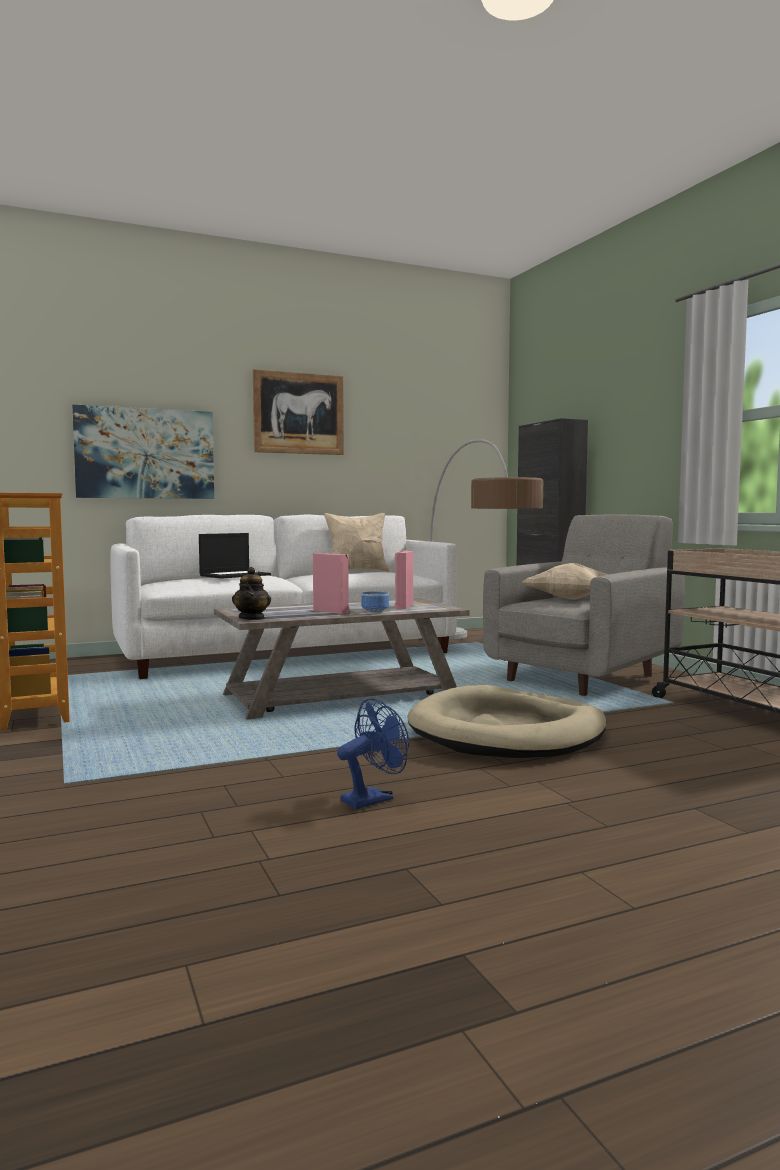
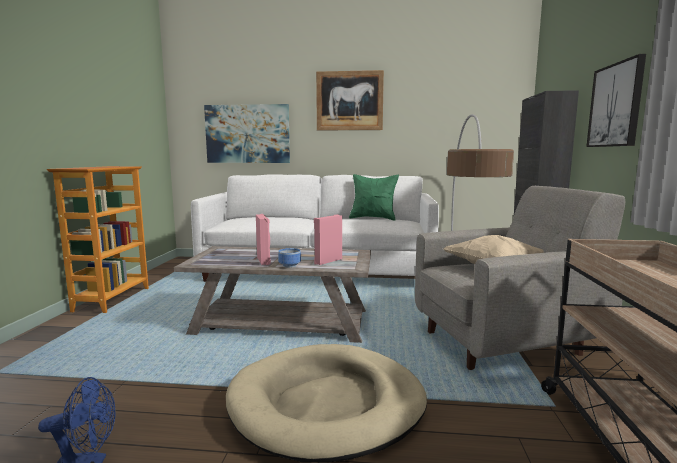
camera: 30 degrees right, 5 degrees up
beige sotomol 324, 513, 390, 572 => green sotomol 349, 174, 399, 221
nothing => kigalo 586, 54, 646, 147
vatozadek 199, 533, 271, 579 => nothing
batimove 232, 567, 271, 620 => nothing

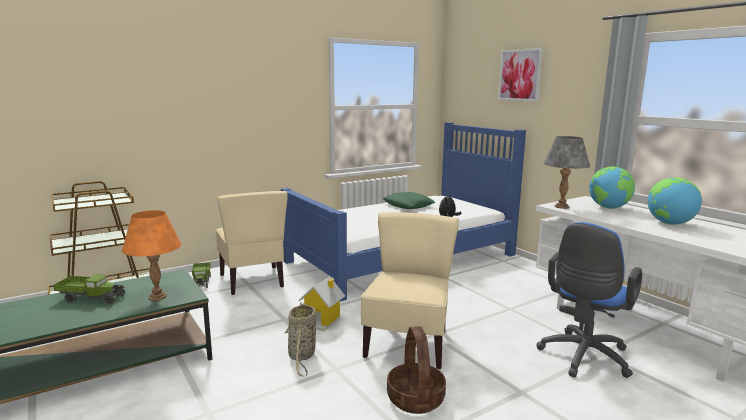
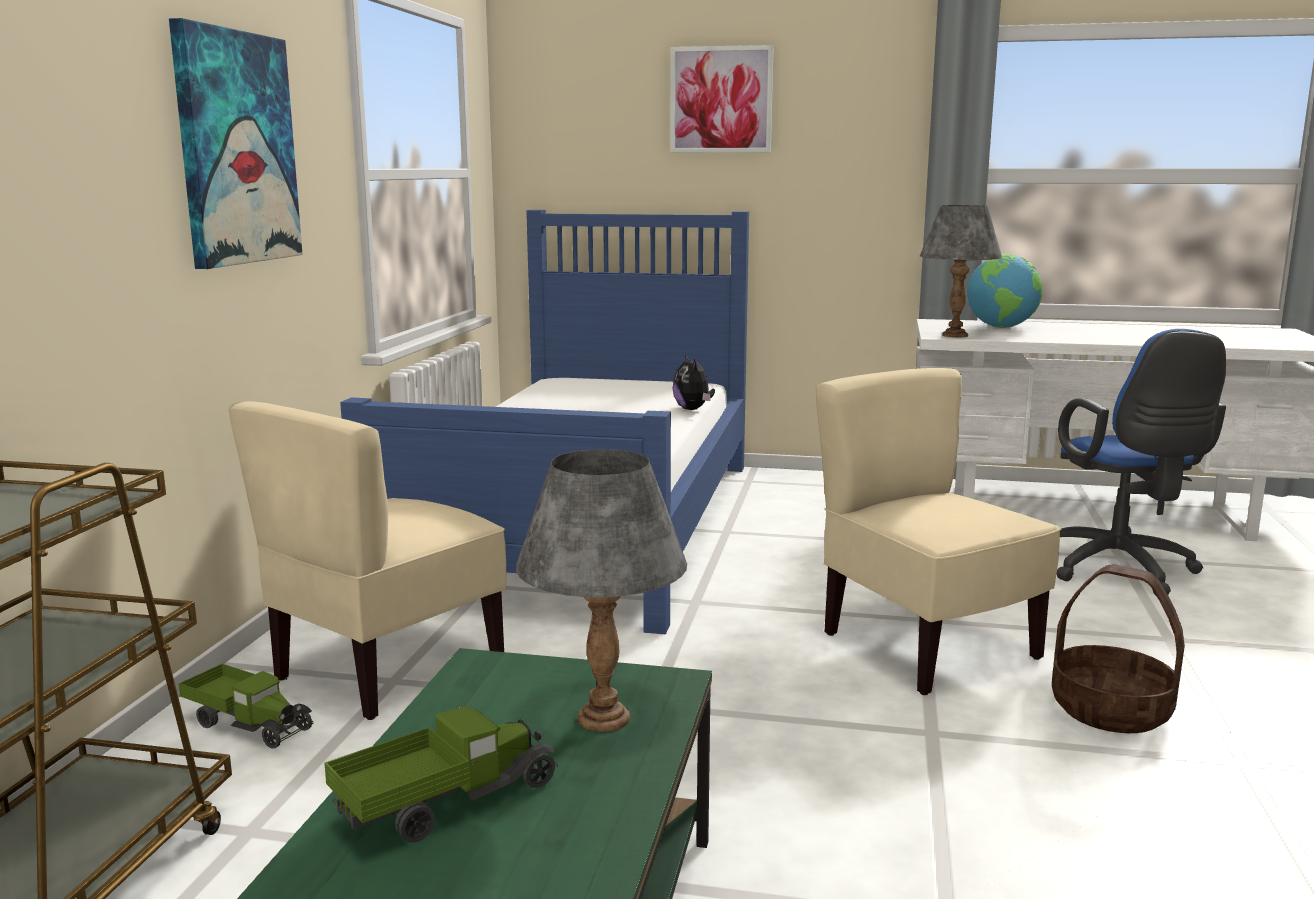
camera: 45 degrees left, 0 degrees up
nothing => kigalo 169, 18, 303, 269
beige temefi 216, 191, 288, 295 => beige temefi 228, 401, 506, 720, 105 degrees clockwise
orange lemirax 122, 210, 181, 301 => grey lemirax 516, 449, 687, 732
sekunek 283, 302, 316, 376 => nothing
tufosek 298, 276, 345, 331 => nothing
green sotomol 383, 192, 436, 209 => nothing
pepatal 647, 177, 702, 225 => nothing

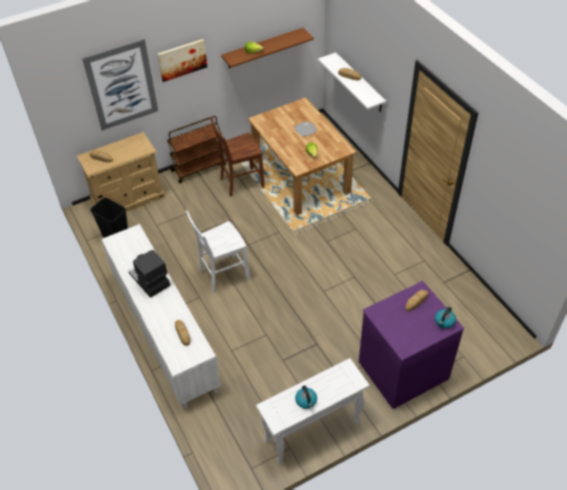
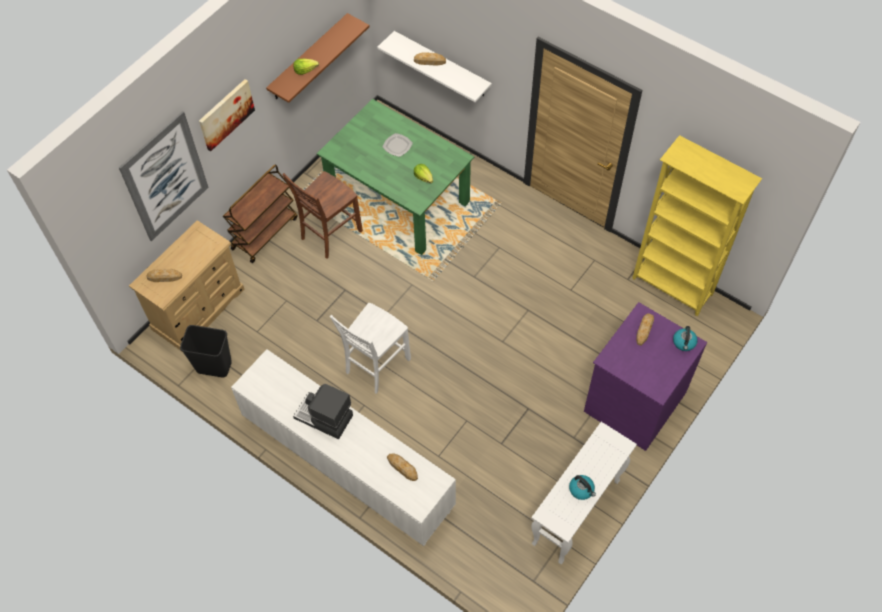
camera: 25 degrees left, 10 degrees up
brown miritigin 248, 97, 357, 215 => green miritigin 317, 99, 474, 255
nothing => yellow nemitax 632, 135, 762, 316

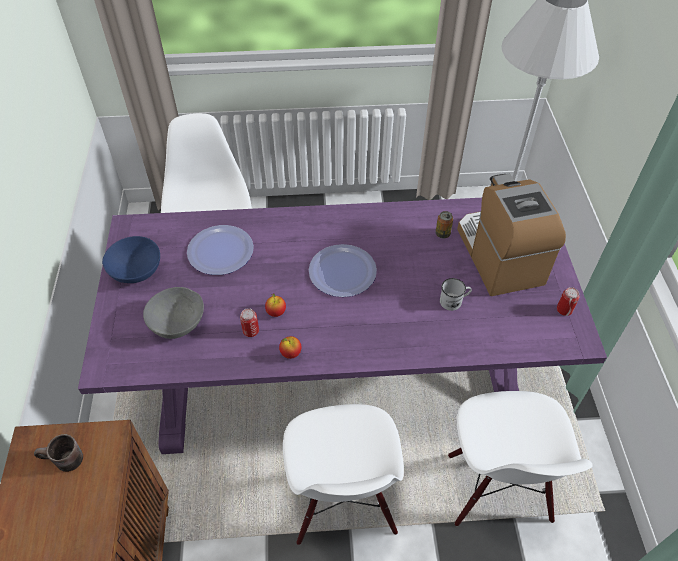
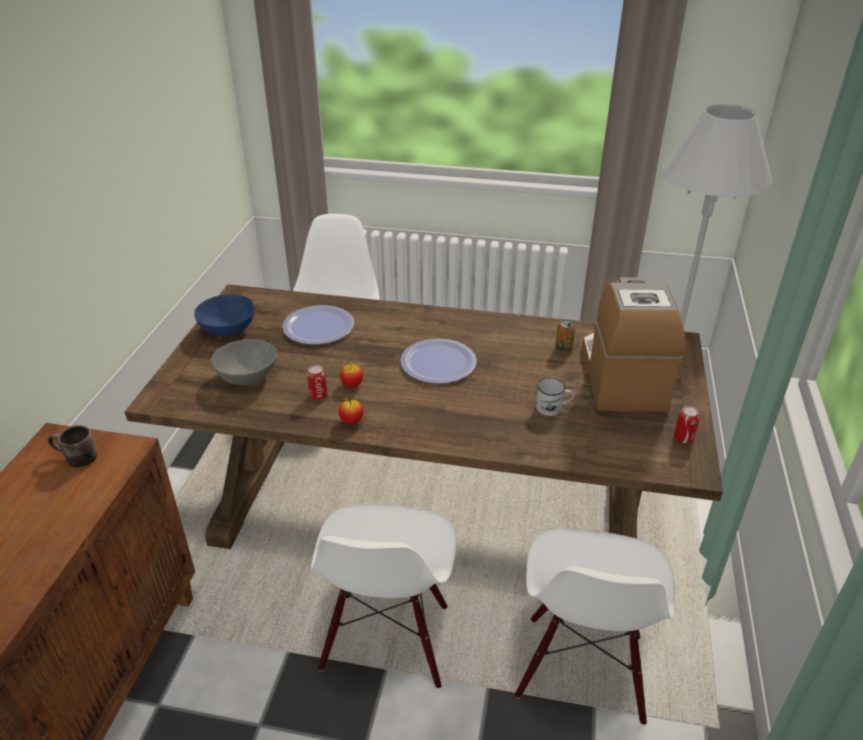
camera: 15 degrees right, 15 degrees down
purple miritigin 78, 198, 607, 454 => brown miritigin 125, 284, 723, 549

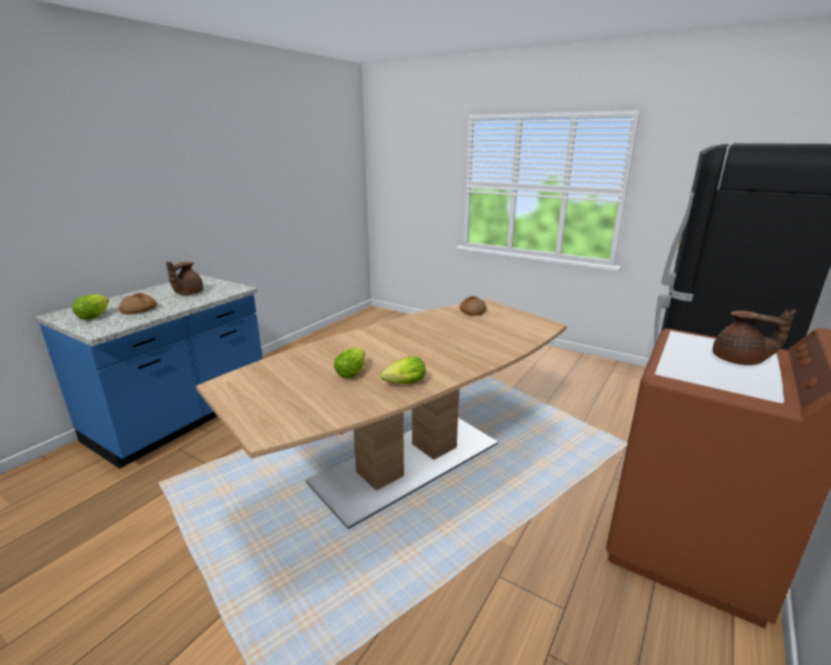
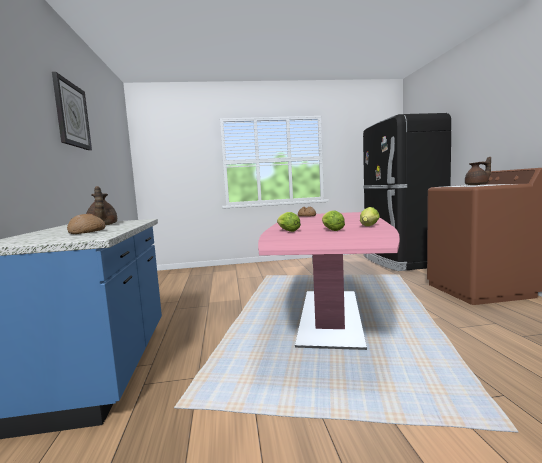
camera: 40 degrees left, 15 degrees down
nothing => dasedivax 52, 72, 92, 150
brown miritigin 196, 299, 567, 529 => pink miritigin 258, 212, 400, 350
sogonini 72, 294, 109, 320 => sogonini 277, 212, 301, 232, relocated

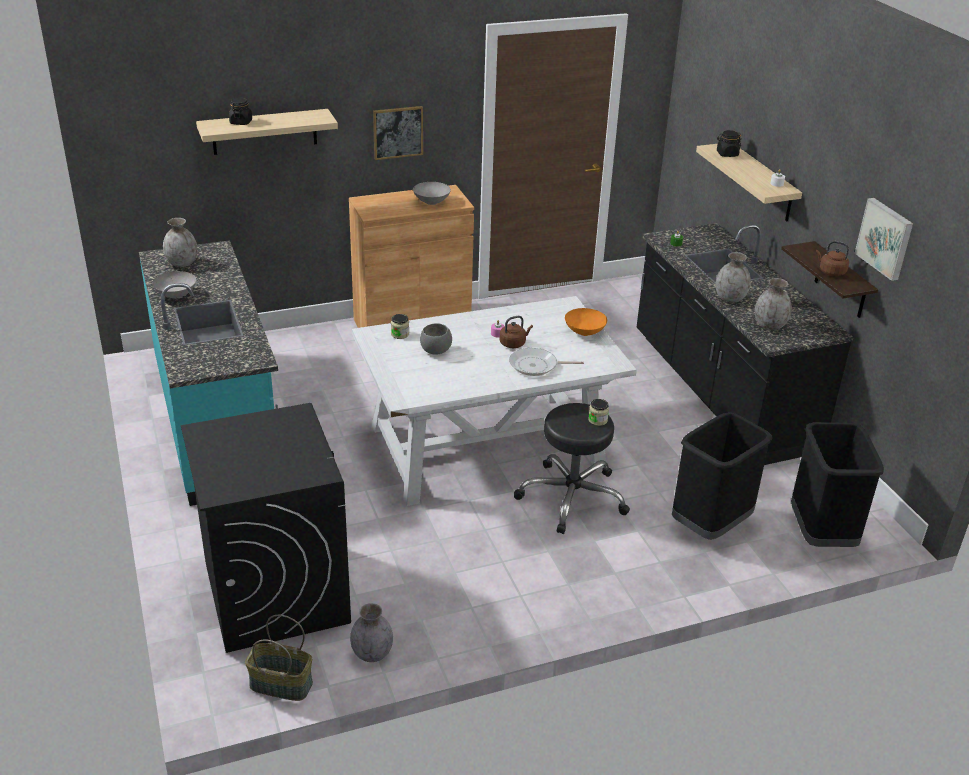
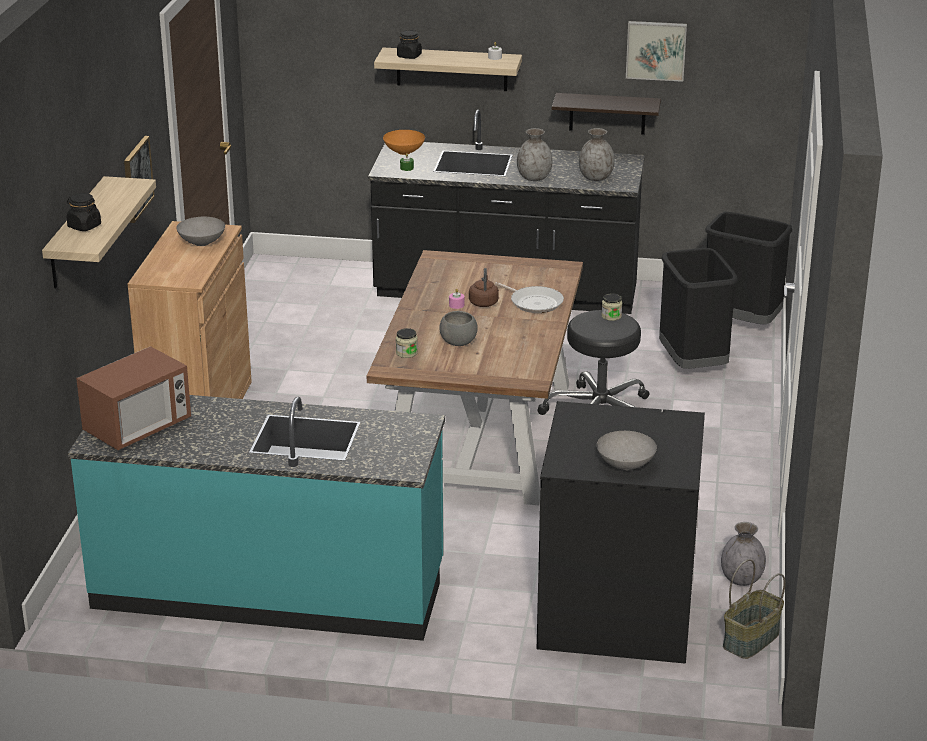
camera: 60 degrees left, 5 degrees down
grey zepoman 163, 218, 198, 267 => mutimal 76, 346, 191, 450
white miritigin 352, 296, 637, 506 => brown miritigin 367, 250, 583, 506
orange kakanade 565, 308, 607, 336 => orange kakanade 383, 130, 425, 155, relocated
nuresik 509, 348, 584, 376 => nuresik 495, 282, 564, 313, 75 degrees counterclockwise
grey kakanade 152, 271, 196, 299 => grey kakanade 597, 431, 657, 470, relocated
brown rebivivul 816, 241, 849, 276 => nothing

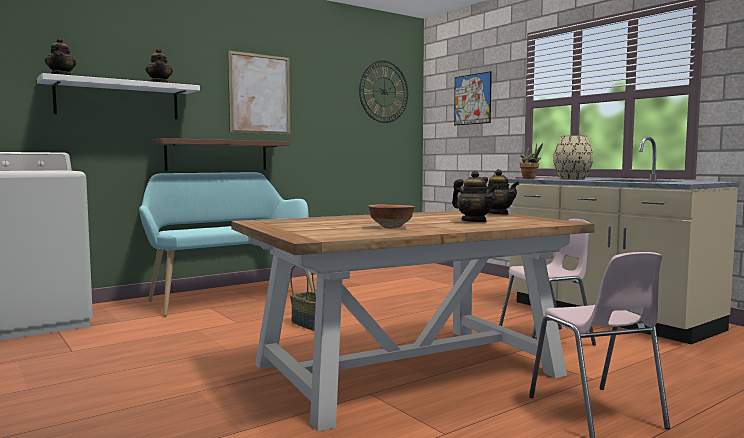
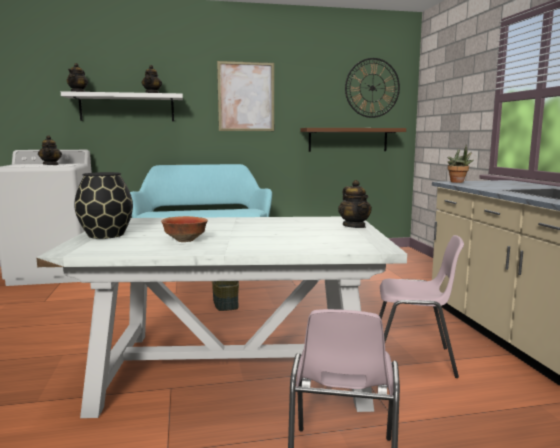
camera: 25 degrees right, 5 degrees up
brown miritigin 231, 210, 595, 432 => white miritigin 36, 217, 407, 418
batimove 452, 170, 498, 222 => batimove 38, 135, 62, 165, relocated
nothing => black zepoman 74, 172, 133, 239
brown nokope 152, 138, 290, 171 => brown nokope 300, 128, 406, 152, relocated
kigalo 454, 71, 492, 125 => nothing
beige zepoman 553, 135, 593, 179 => nothing

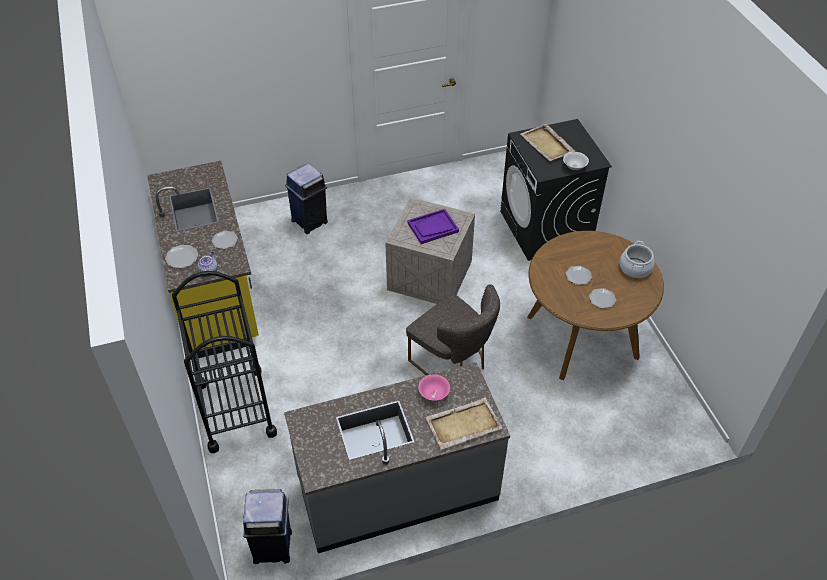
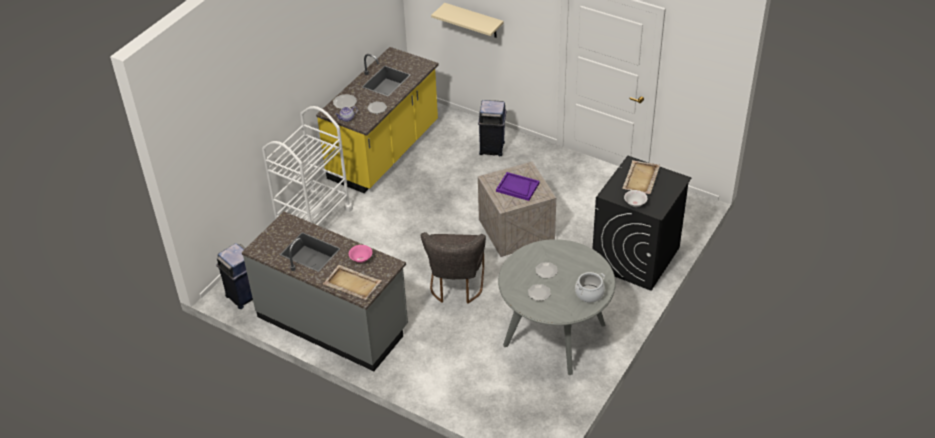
camera: 50 degrees right, 5 degrees down
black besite 172, 271, 277, 453 => white besite 262, 106, 353, 225
nothing => beige nokope 431, 3, 503, 38
brown miritigin 527, 231, 664, 380 => grey miritigin 498, 239, 616, 375

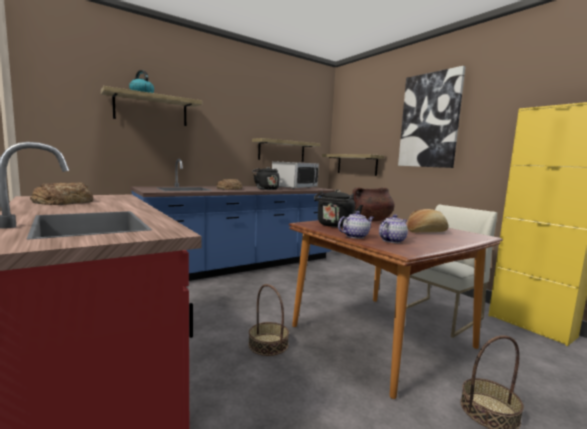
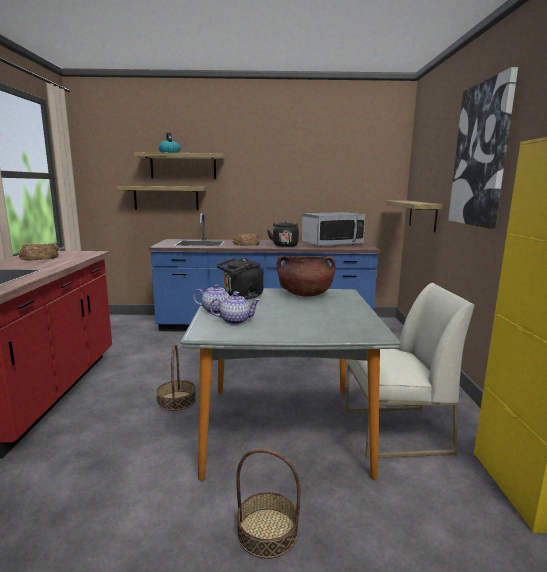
camera: 35 degrees right, 5 degrees up
nokope 252, 138, 321, 162 => nokope 117, 186, 207, 210, relocated
brown miritigin 289, 216, 503, 399 => grey miritigin 180, 288, 401, 480
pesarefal 407, 209, 449, 233 => nothing

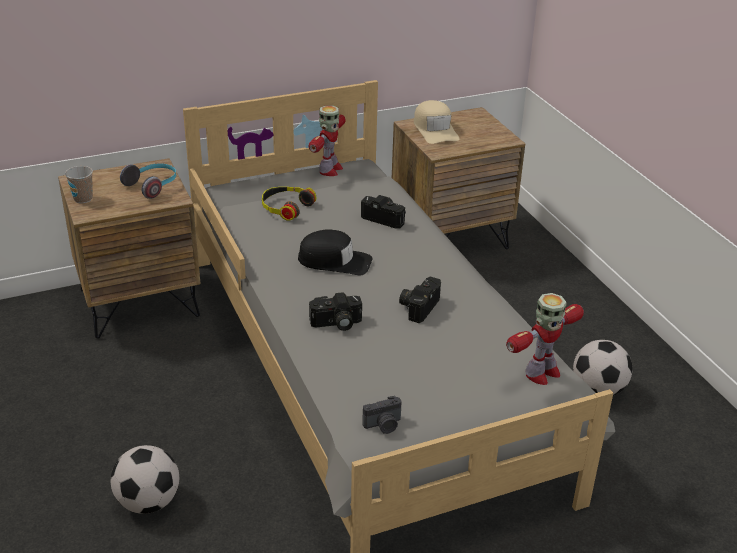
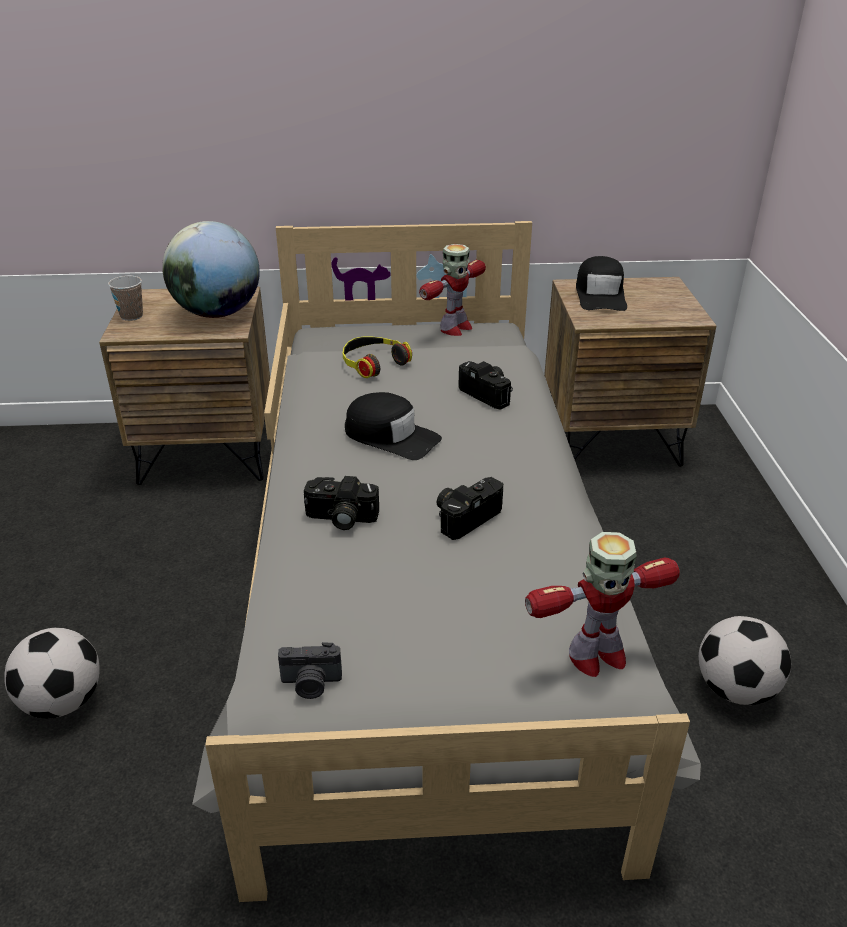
camera: 20 degrees right, 0 degrees up
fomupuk 120, 163, 176, 199 => pepatal 162, 221, 260, 318
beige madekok 414, 100, 460, 144 => black madekok 576, 256, 627, 311

